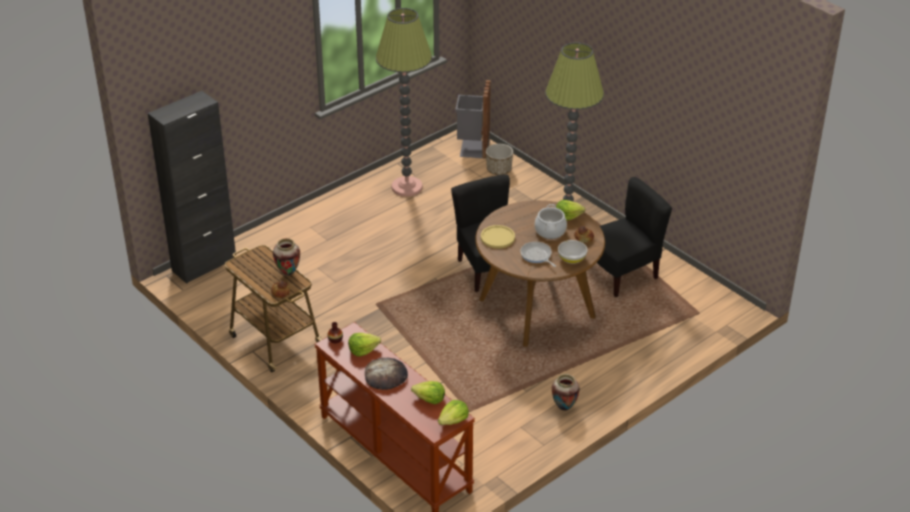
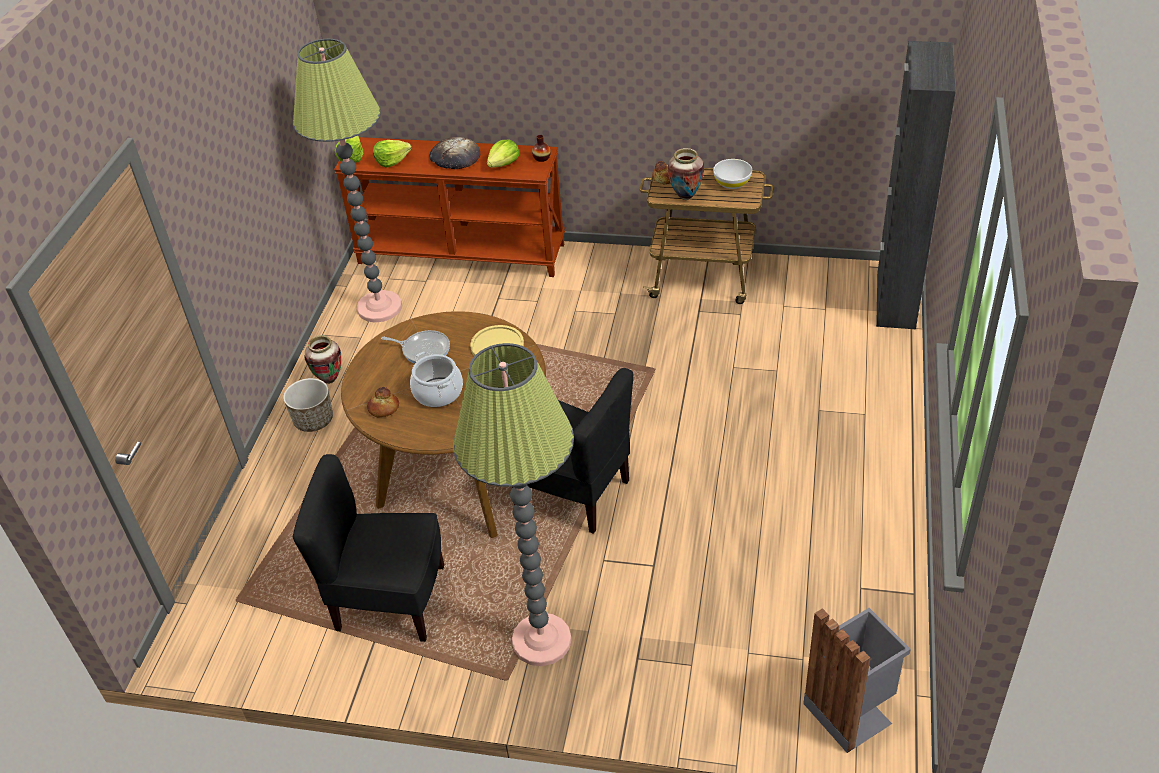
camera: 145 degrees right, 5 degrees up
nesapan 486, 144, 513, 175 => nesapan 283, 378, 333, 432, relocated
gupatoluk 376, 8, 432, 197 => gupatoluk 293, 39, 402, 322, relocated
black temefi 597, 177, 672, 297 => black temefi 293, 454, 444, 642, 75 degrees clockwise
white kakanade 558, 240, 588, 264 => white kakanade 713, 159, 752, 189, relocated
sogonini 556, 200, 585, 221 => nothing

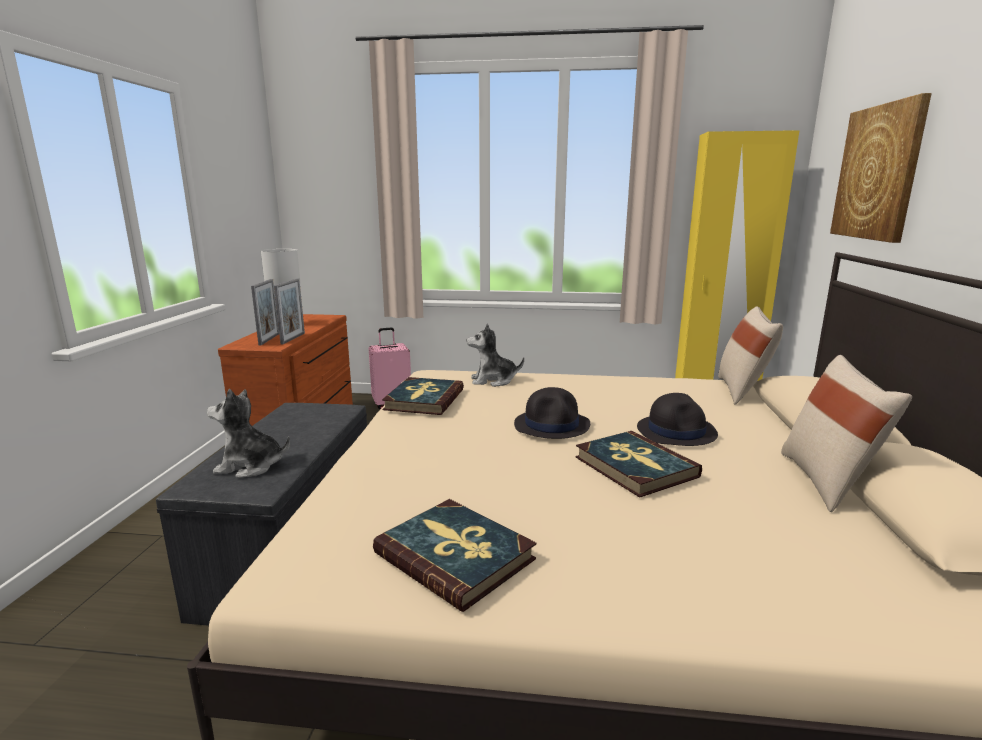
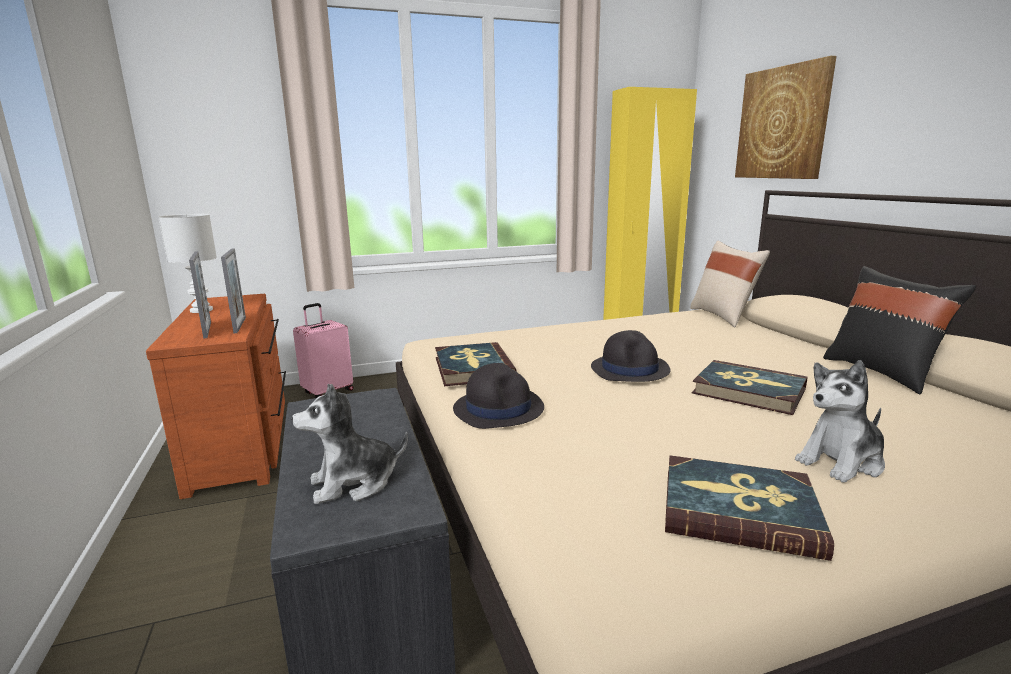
camera: 25 degrees left, 0 degrees up
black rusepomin 637, 393, 718, 446 => black rusepomin 453, 363, 544, 429, relocated
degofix 466, 323, 524, 387 => degofix 795, 360, 885, 483, relocated
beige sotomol 781, 355, 912, 512 => black sotomol 823, 266, 976, 394

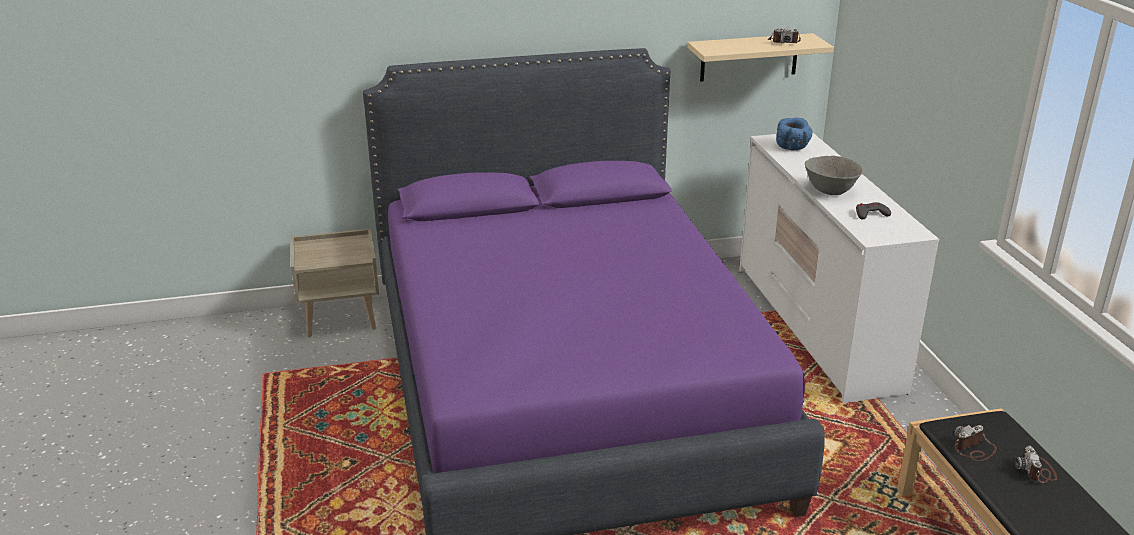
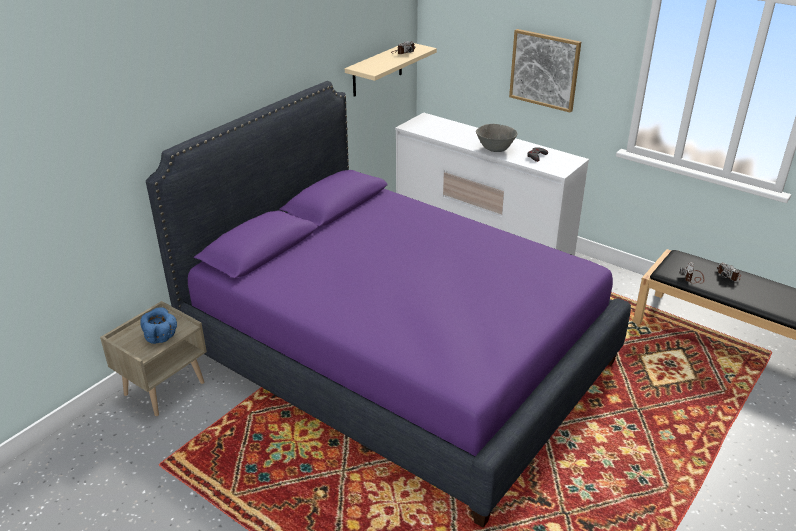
camera: 40 degrees left, 5 degrees up
blue kakanade 776, 118, 812, 150 => blue kakanade 140, 307, 177, 344, relocated
nothing => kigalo 509, 29, 581, 113

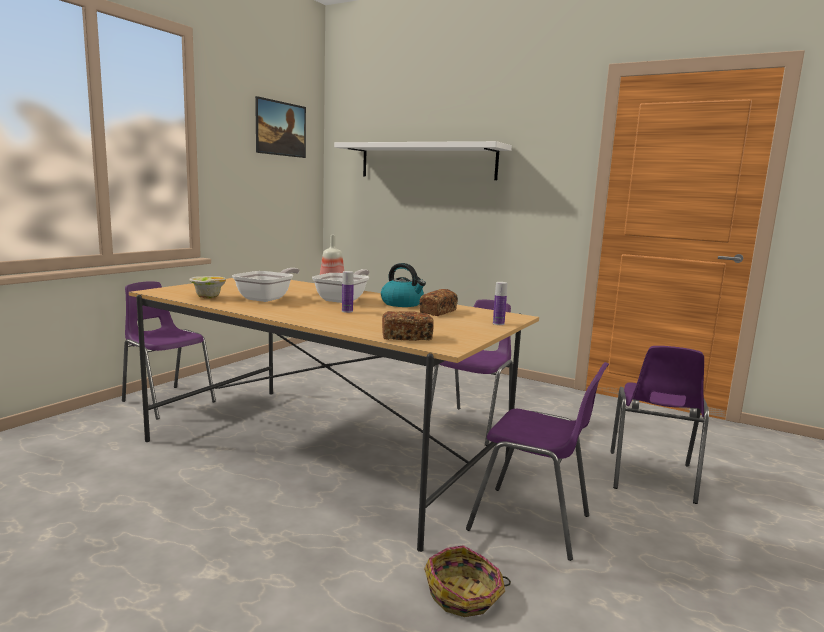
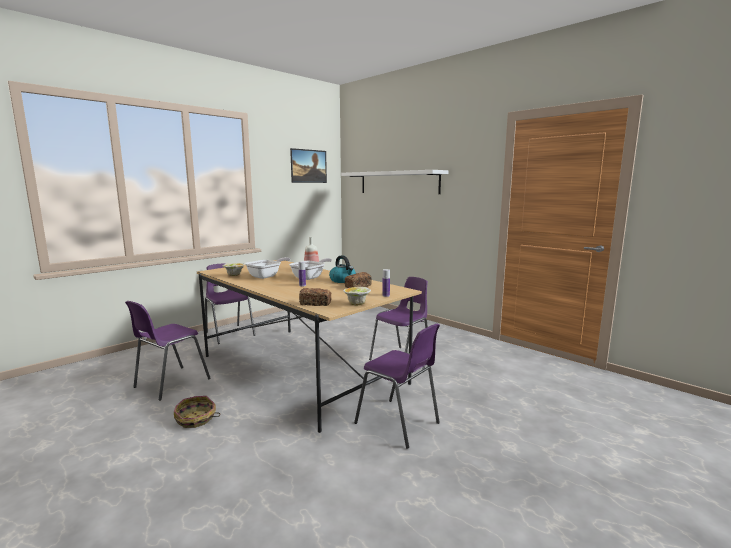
camera: 15 degrees right, 0 degrees up
purple temefi 610, 346, 709, 504 => purple temefi 125, 301, 211, 400, relocated
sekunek 424, 545, 511, 617 => sekunek 174, 396, 220, 428, relocated
nothing => kakanade 343, 287, 371, 305

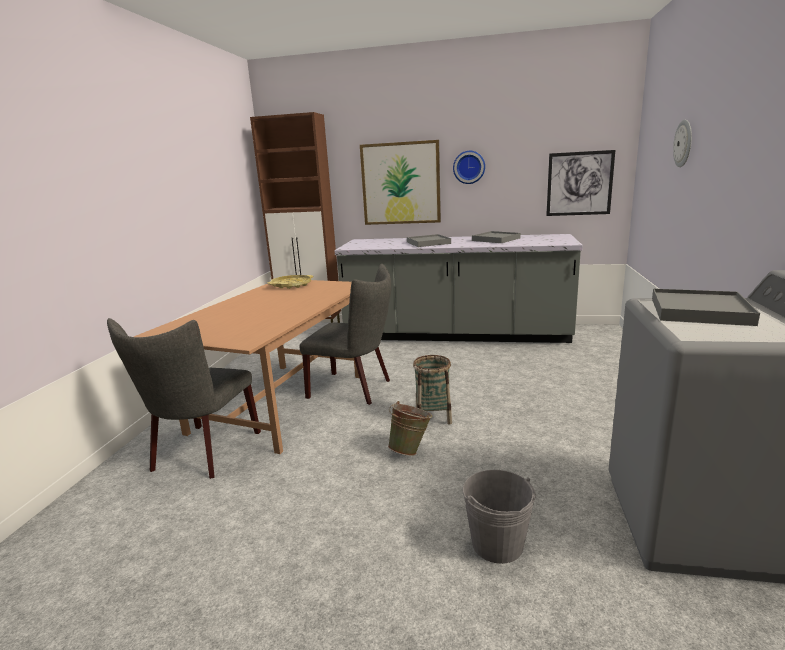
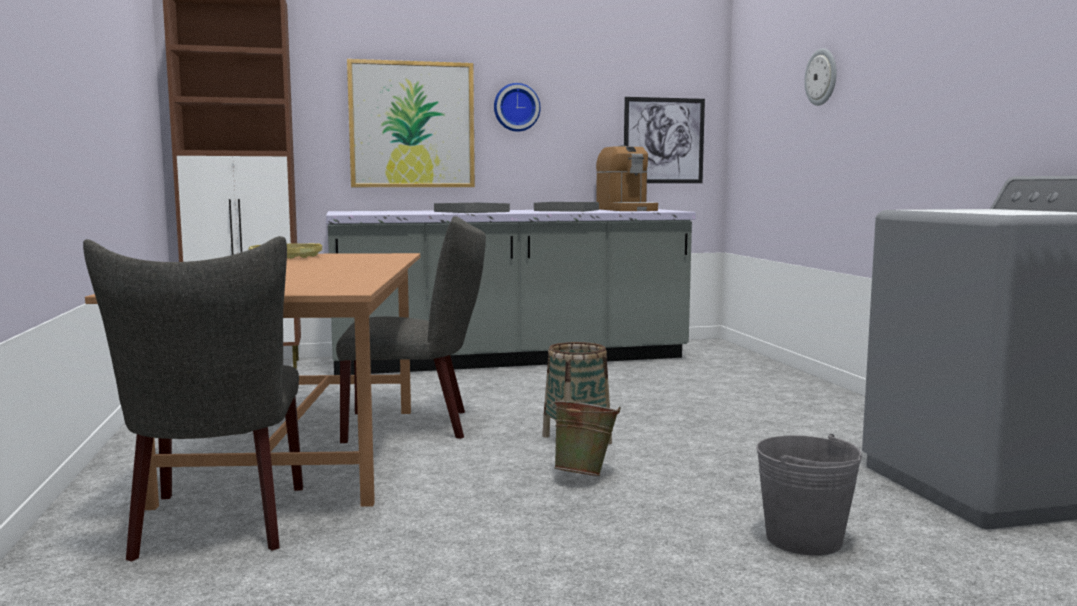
camera: 25 degrees left, 10 degrees down
nothing => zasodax 596, 145, 658, 211
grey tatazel 652, 289, 760, 326 => nothing

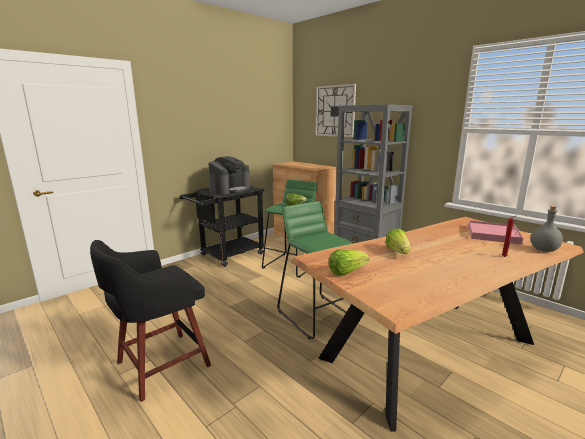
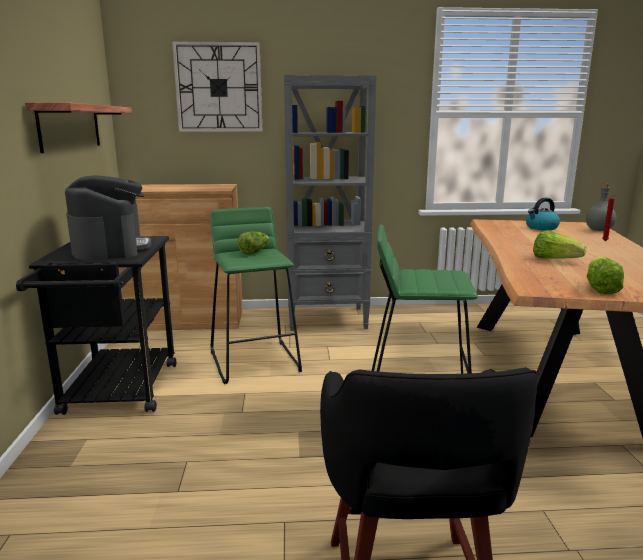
camera: 50 degrees left, 0 degrees up
nothing => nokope 25, 102, 132, 153
pink tatazel 468, 220, 523, 244 => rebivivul 526, 198, 560, 230

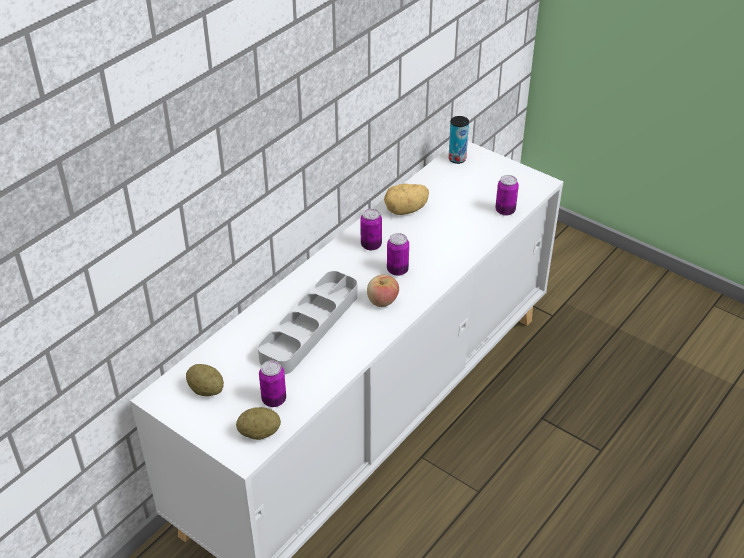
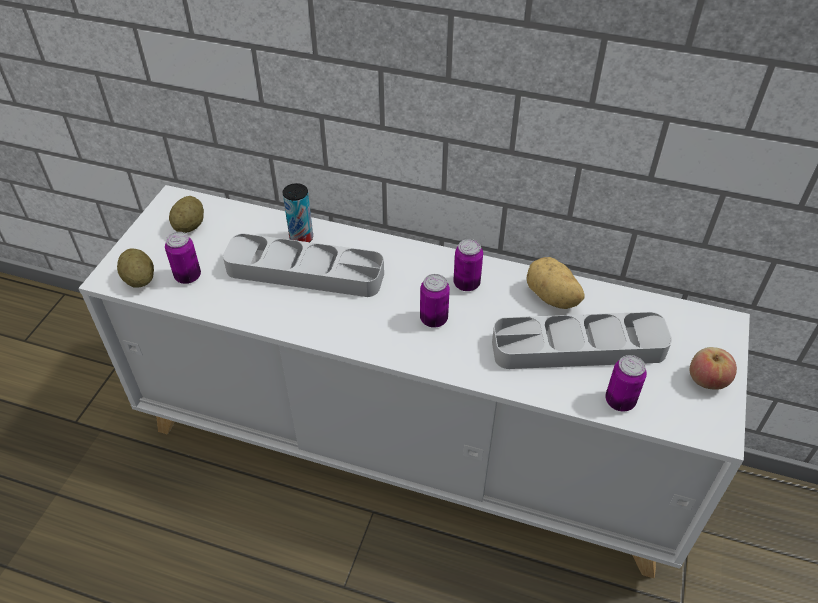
camera: 70 degrees right, 5 degrees up
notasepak 448, 116, 469, 164 => notasepak 283, 183, 313, 242, relocated
nothing => grey tatazel 492, 312, 672, 369
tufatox 367, 275, 399, 307 => tufatox 690, 347, 737, 390, relocated

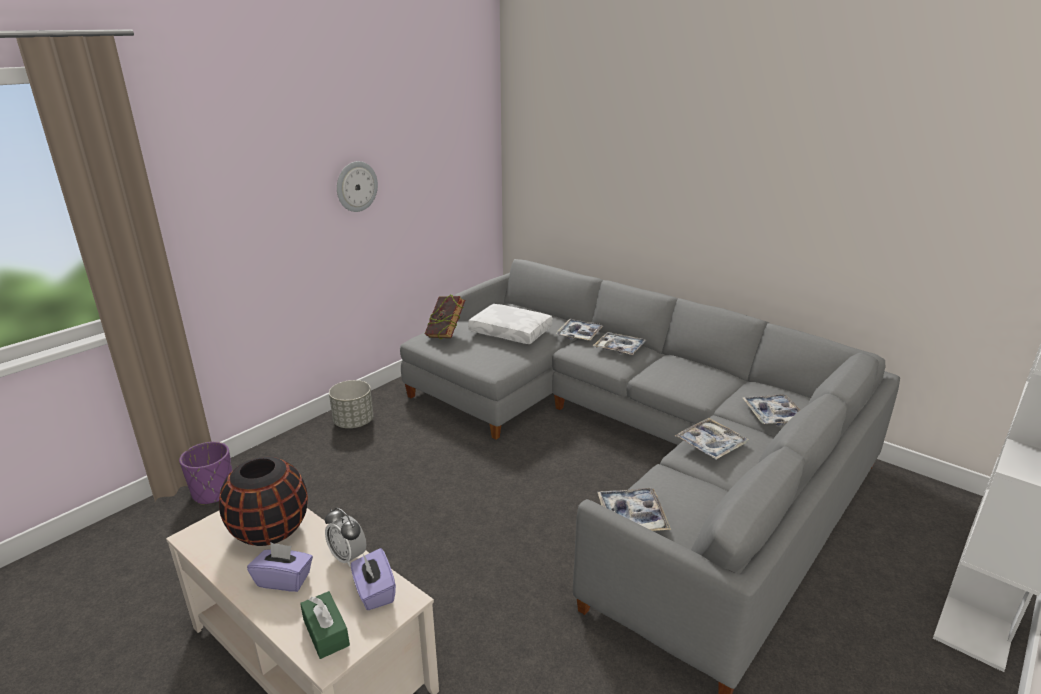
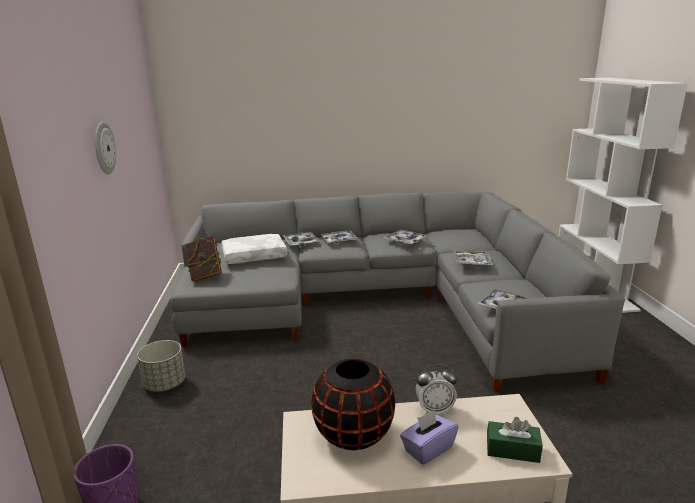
camera: 45 degrees left, 5 degrees down
tatazel 742, 394, 800, 426 => tatazel 384, 230, 427, 244, relocated
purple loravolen 351, 548, 396, 610 => nothing

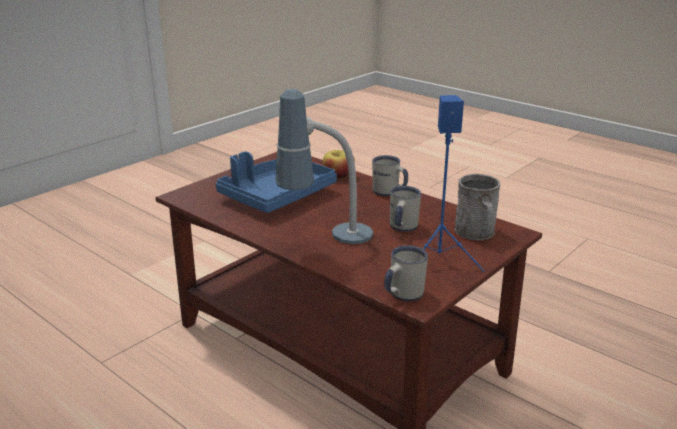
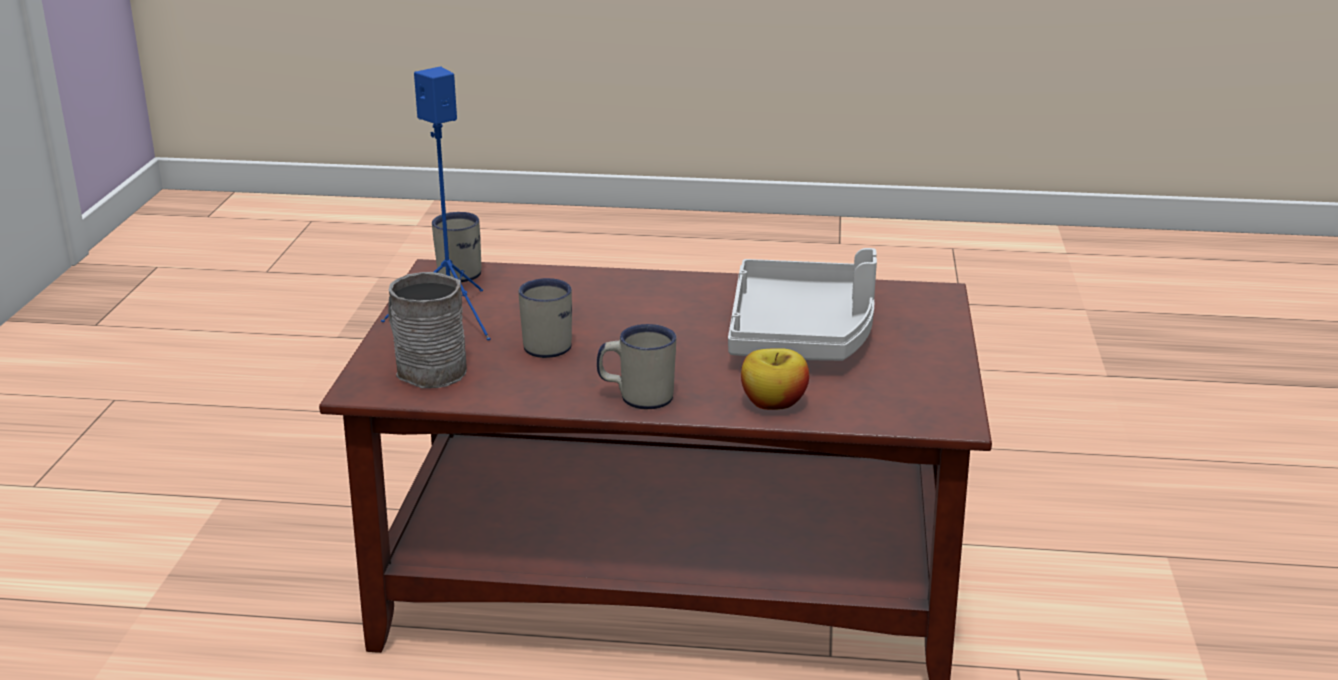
camera: 145 degrees right, 0 degrees up
blue tatazel 216, 151, 337, 213 => grey tatazel 728, 248, 877, 361
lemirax 275, 89, 373, 244 => nothing

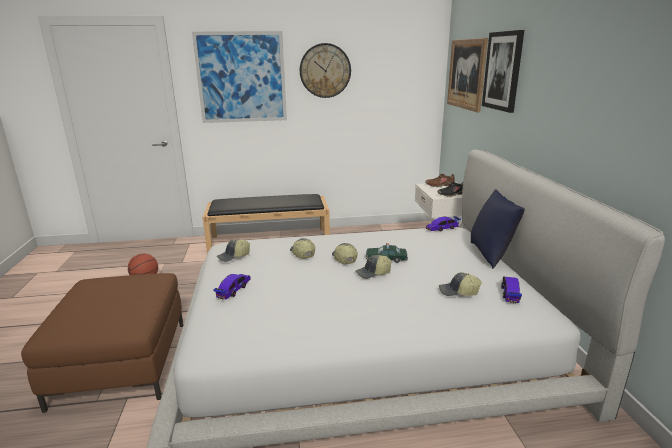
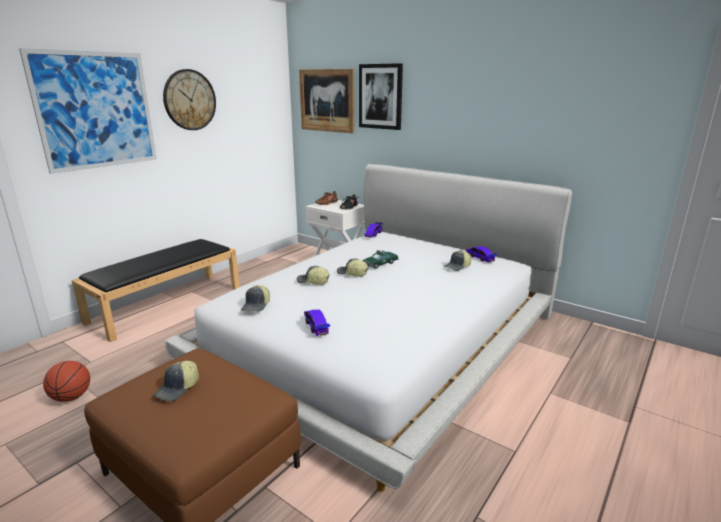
camera: 45 degrees left, 0 degrees up
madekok 355, 255, 391, 279 => madekok 153, 361, 199, 401, relocated
blue sotomol 471, 189, 525, 269 => nothing

